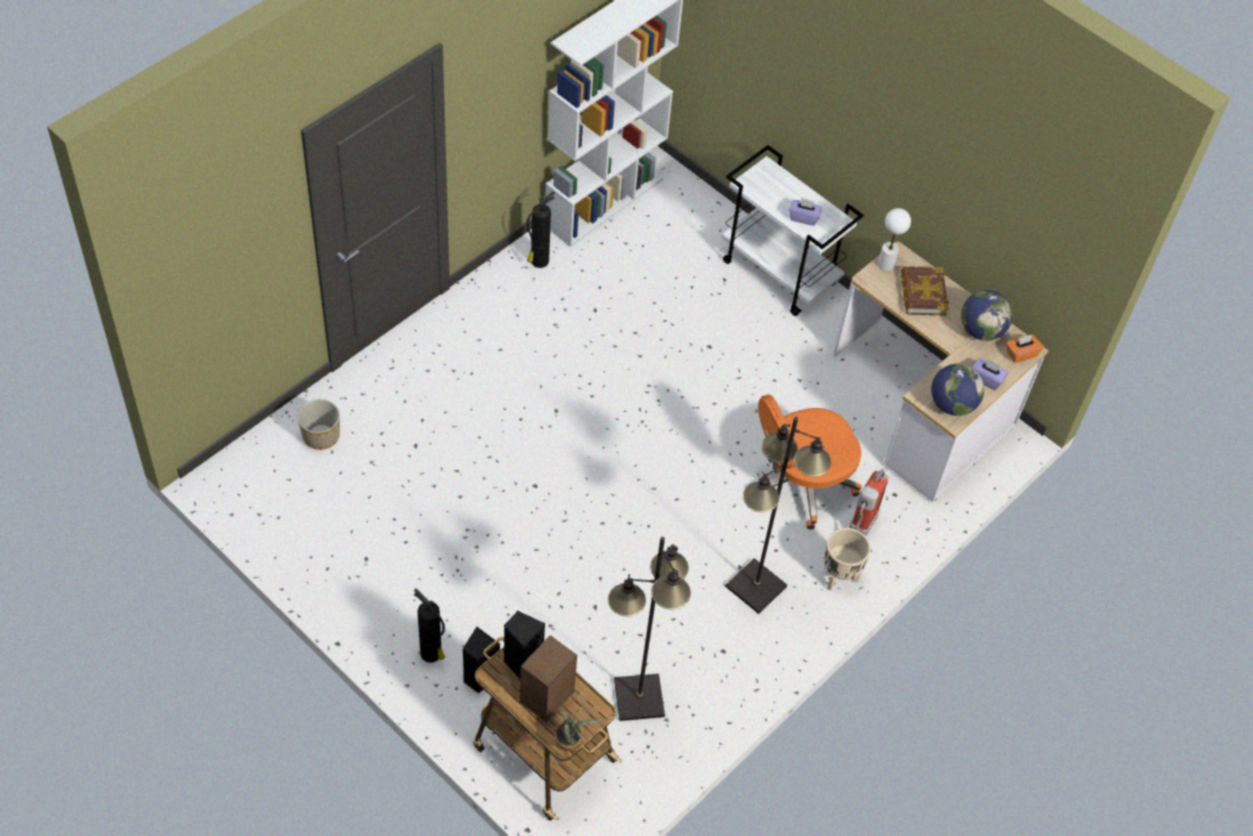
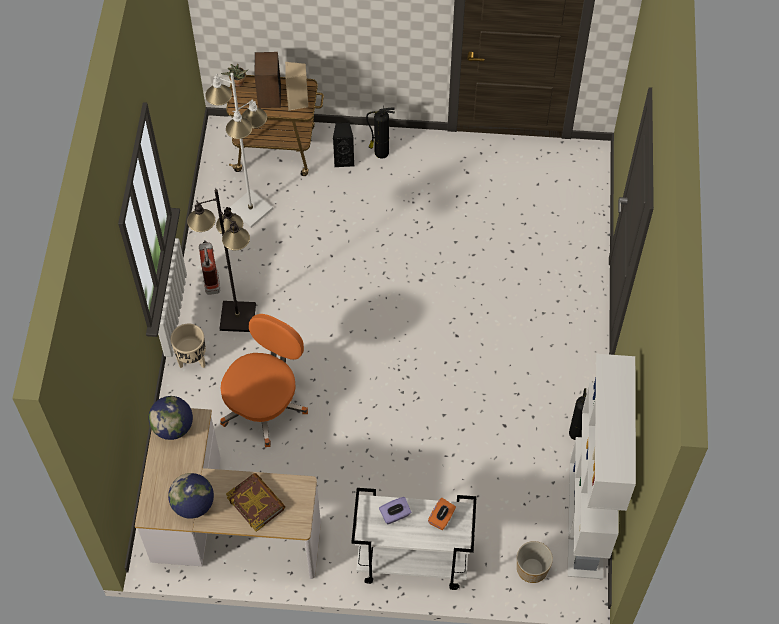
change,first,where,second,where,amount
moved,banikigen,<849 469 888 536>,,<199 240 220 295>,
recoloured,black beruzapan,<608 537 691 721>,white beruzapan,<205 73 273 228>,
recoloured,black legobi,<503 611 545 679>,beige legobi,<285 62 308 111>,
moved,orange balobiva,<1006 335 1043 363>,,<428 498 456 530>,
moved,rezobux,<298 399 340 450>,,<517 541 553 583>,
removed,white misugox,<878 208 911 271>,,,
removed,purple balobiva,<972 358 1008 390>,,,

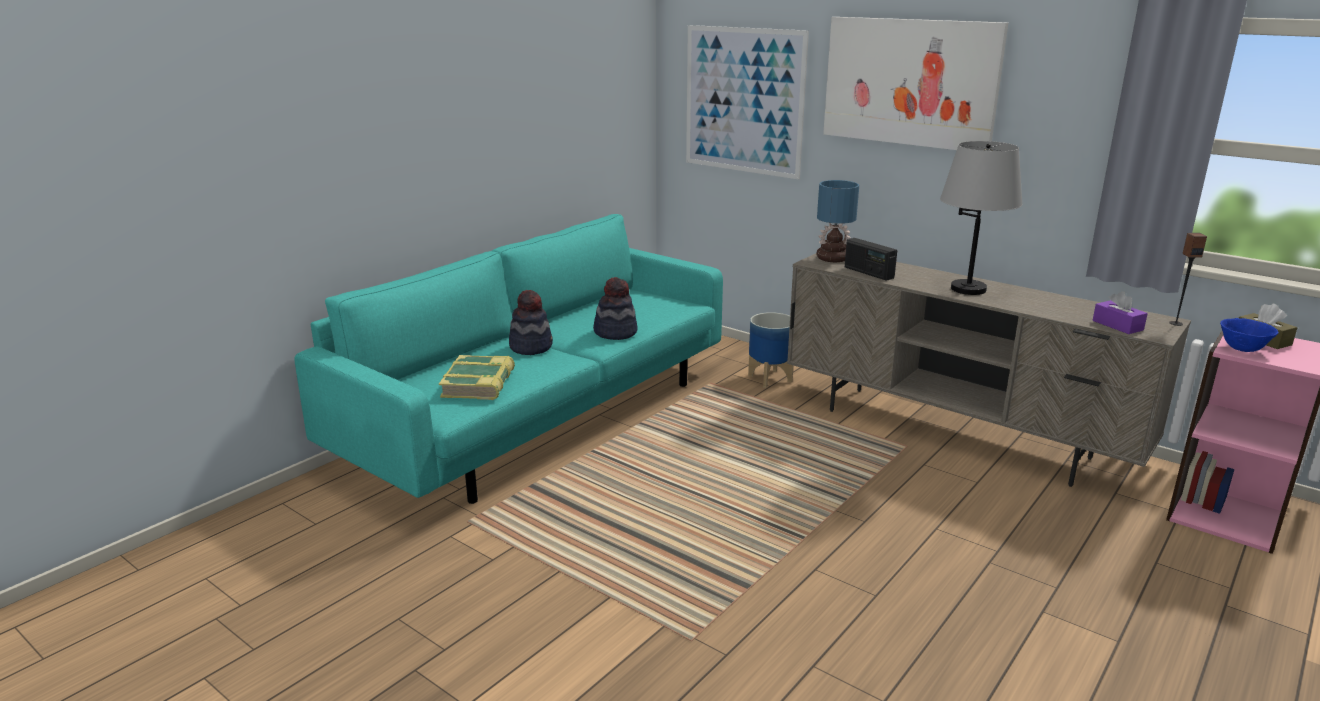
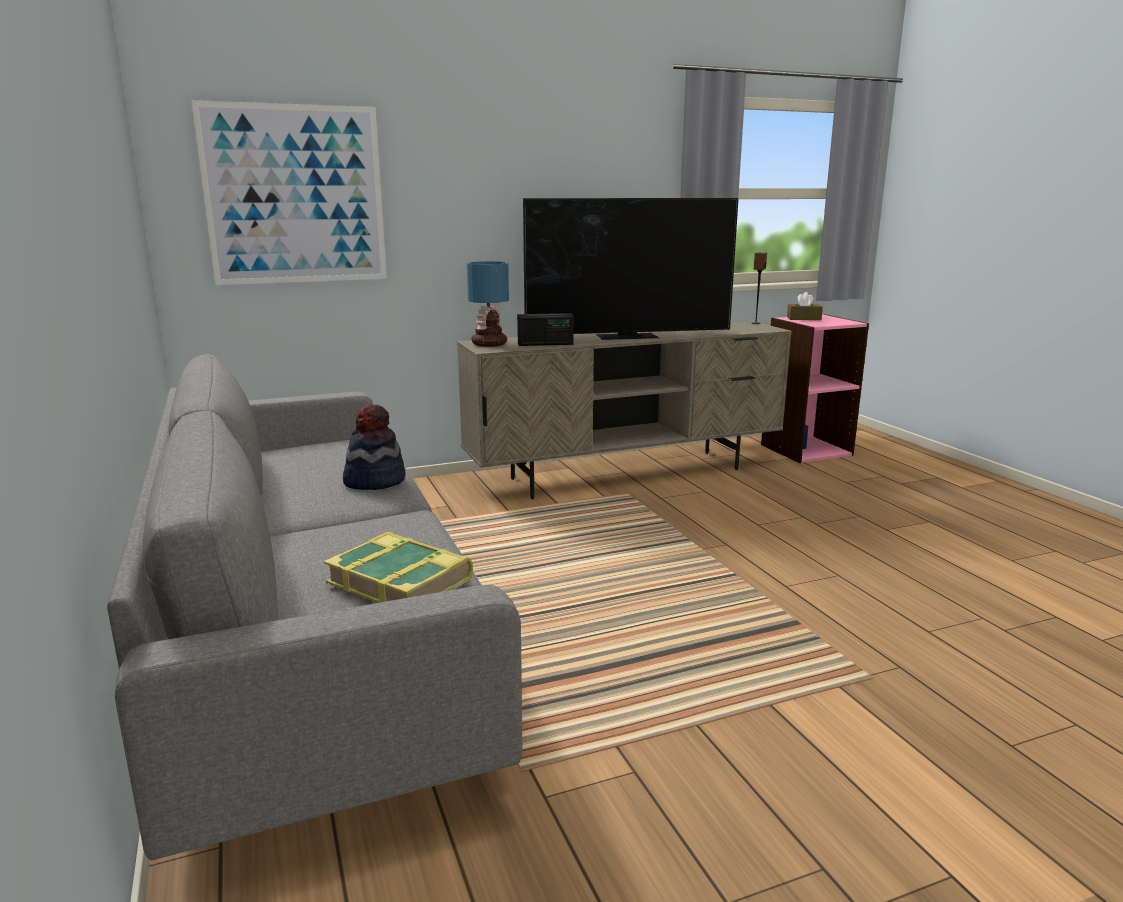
change,first,where,second,where,amount
recoloured,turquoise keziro,<295 214 723 504>,grey keziro,<107 354 522 860>,
replaced,grey misugox,<940 141 1022 295>,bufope,<523 198 739 340>,
removed,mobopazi,<509 290 553 355>,,,
removed,rezobux,<748 312 793 388>,,,
removed,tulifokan,<823 17 1008 150>,,,
removed,purple balobiva,<1093 291 1148 334>,,,
removed,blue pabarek,<1220 318 1279 352>,,,

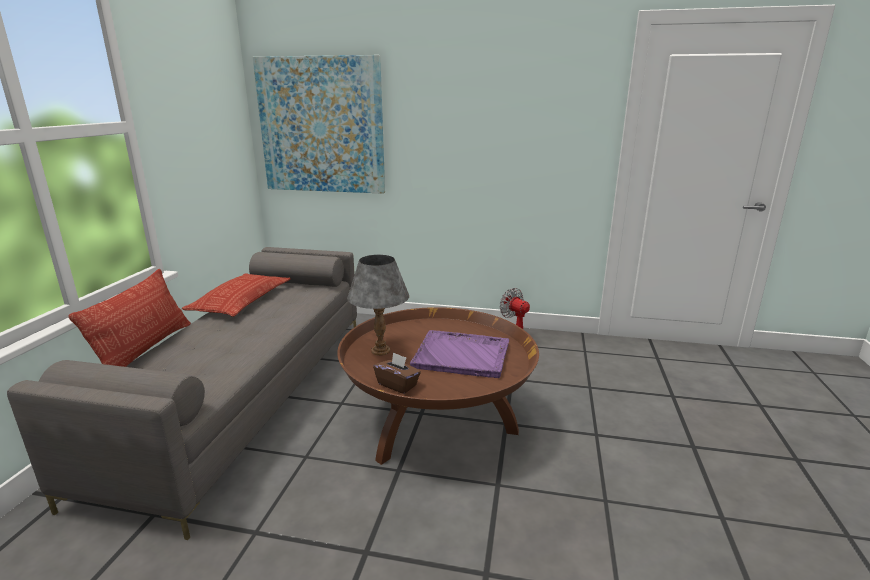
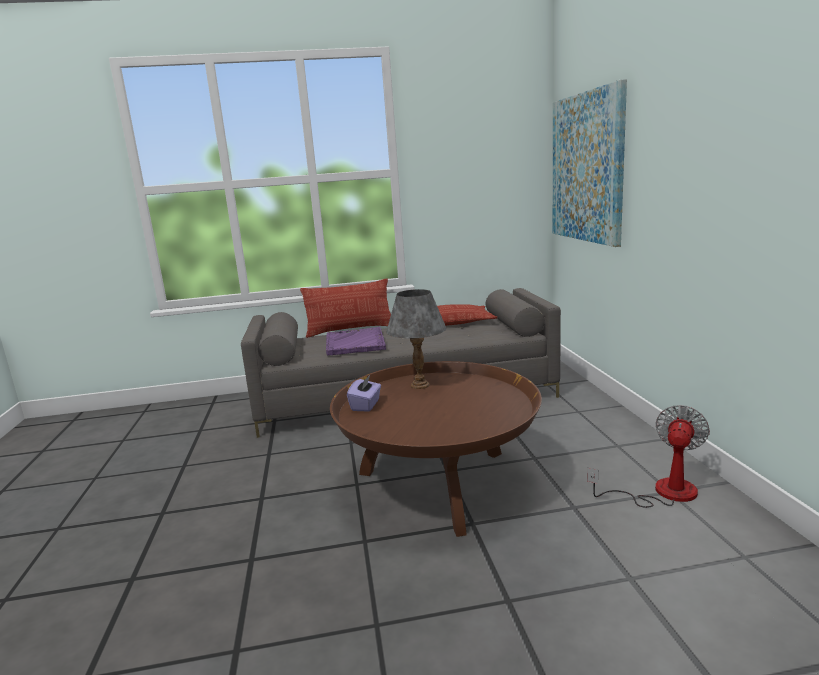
change,first,where,second,where,amount
moved,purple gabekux,<410 330 509 378>,,<326 327 386 356>,
recoloured,brown balobiva,<373 352 421 394>,purple balobiva,<347 375 381 412>,

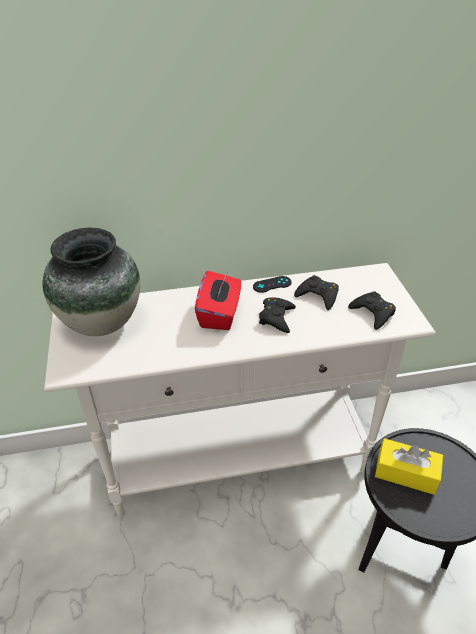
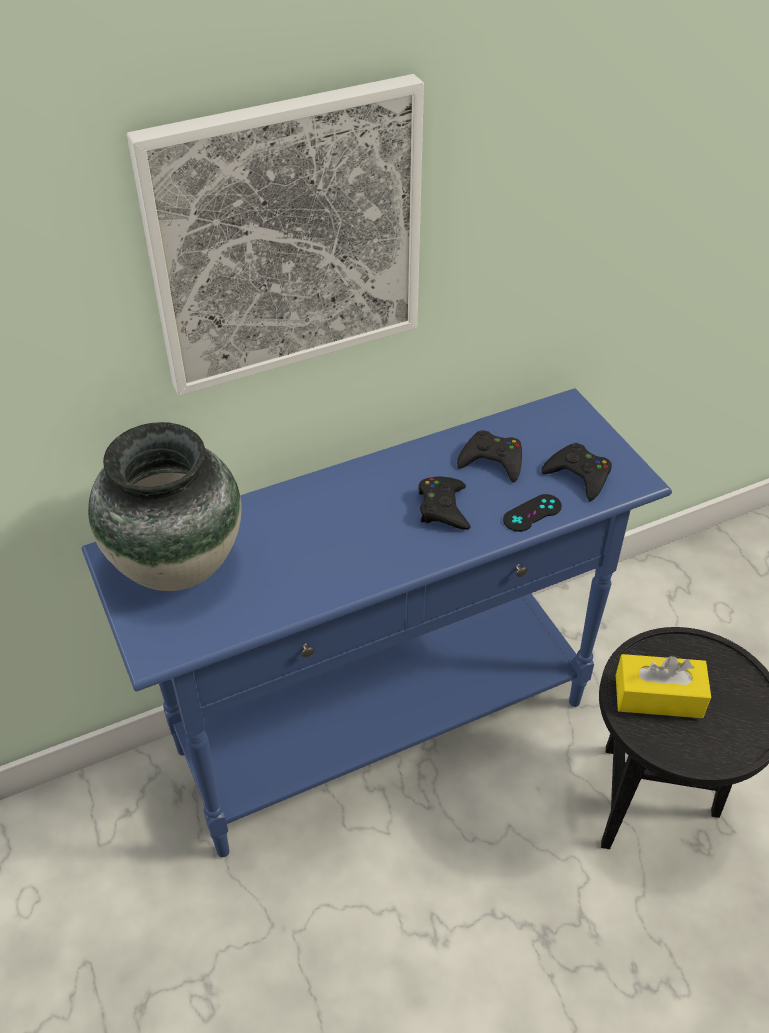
change,first,where,second,where,amount
recoloured,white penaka,<44 263 436 517>,blue penaka,<82 388 672 857>,
added,,,tulifokan,<127 74 424 396>,
moved,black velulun,<253 276 292 293>,,<503 494 562 532>,
removed,red balobiva,<195 271 241 330>,,,

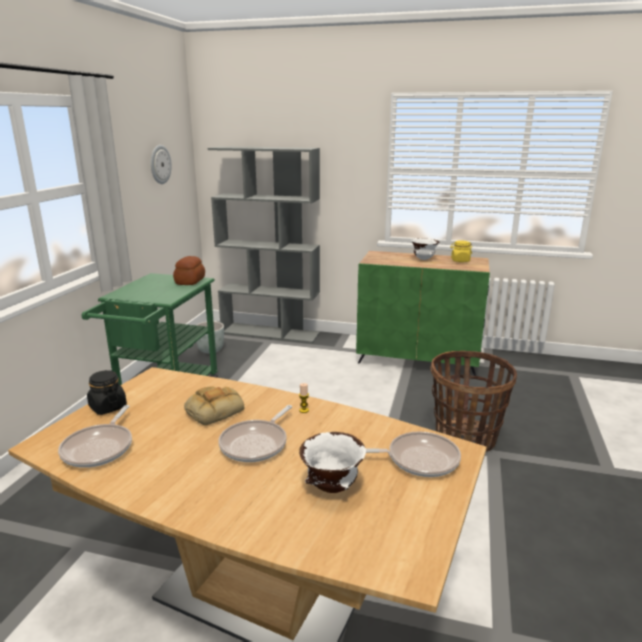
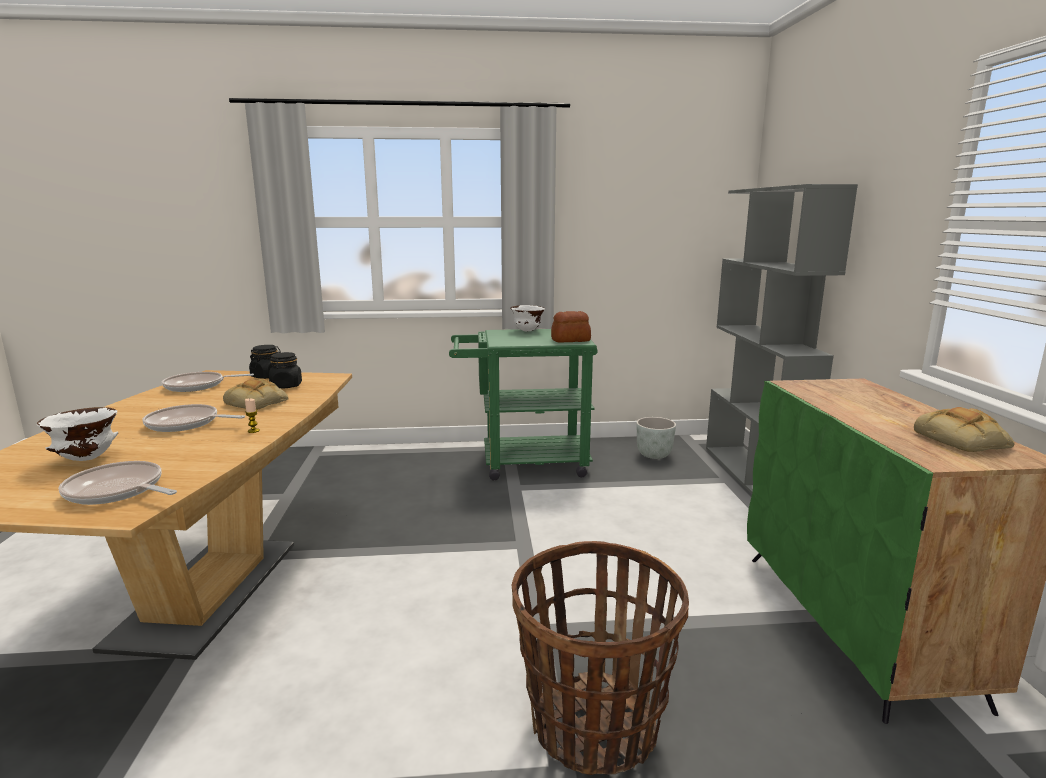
change,first,where,second,where,amount
turned,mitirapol,<366 431 461 477>,,<59 461 177 505>,135 degrees clockwise
added,,,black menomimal,<269 352 302 388>,
moved,white pabarek,<411 238 439 260>,,<510 305 545 332>,
replaced,yellow menomimal,<450 241 472 262>,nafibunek,<914 407 1015 452>,
removed,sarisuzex,<151 145 172 184>,,,

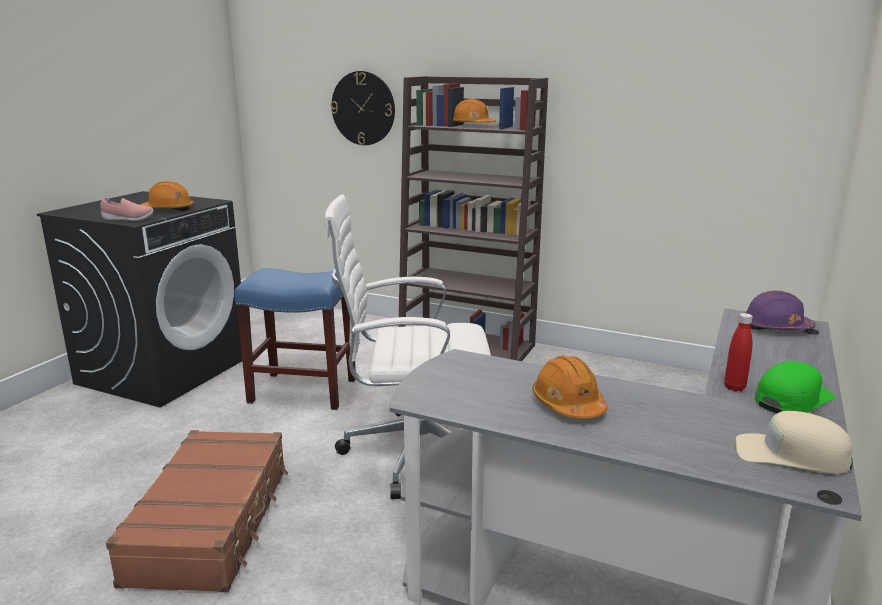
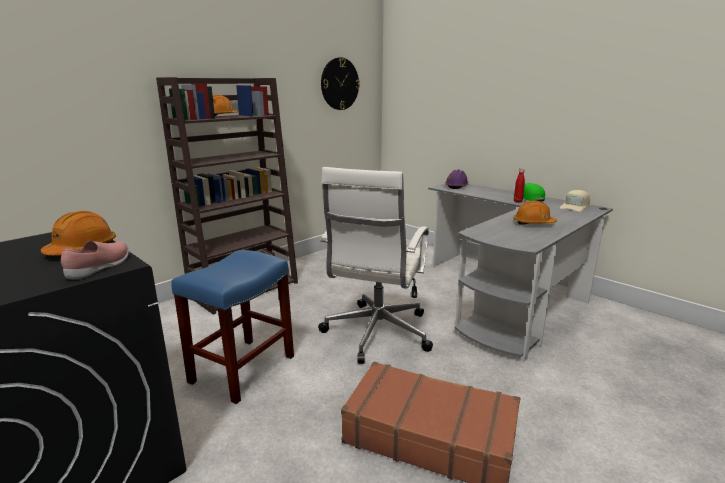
change,first,where,second,where,amount
moved,sarisuzex,<331 71 395 145>,,<321 57 360 110>,

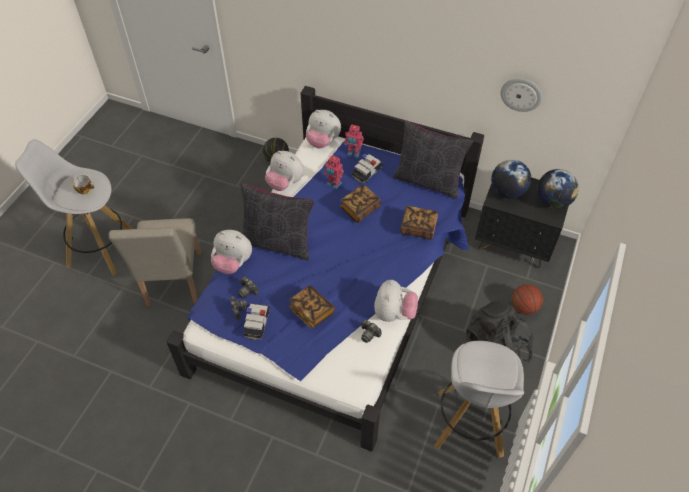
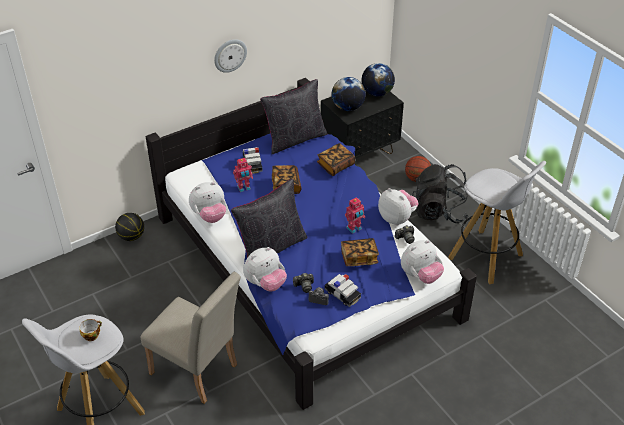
change,first,where,second,where,amount
moved,sarisuzex,<500 78 542 112>,,<214 39 247 73>,
moved,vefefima,<344 125 364 158>,,<345 197 365 234>,
moved,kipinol,<306 110 341 148>,,<401 240 444 284>,

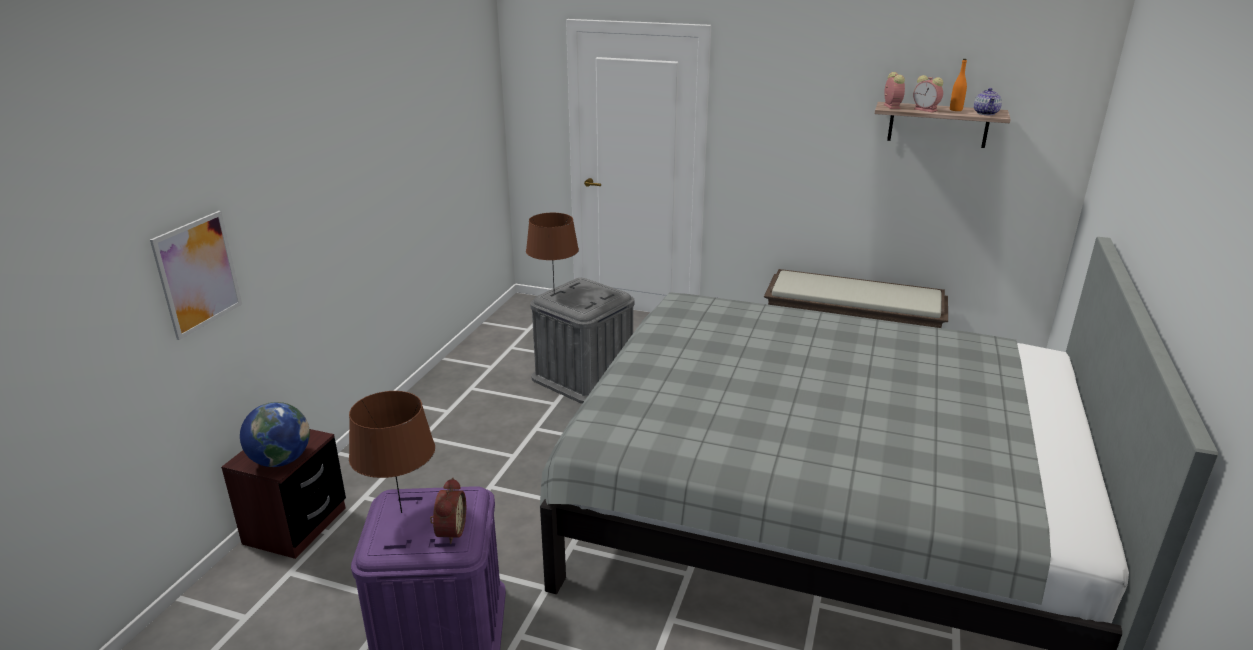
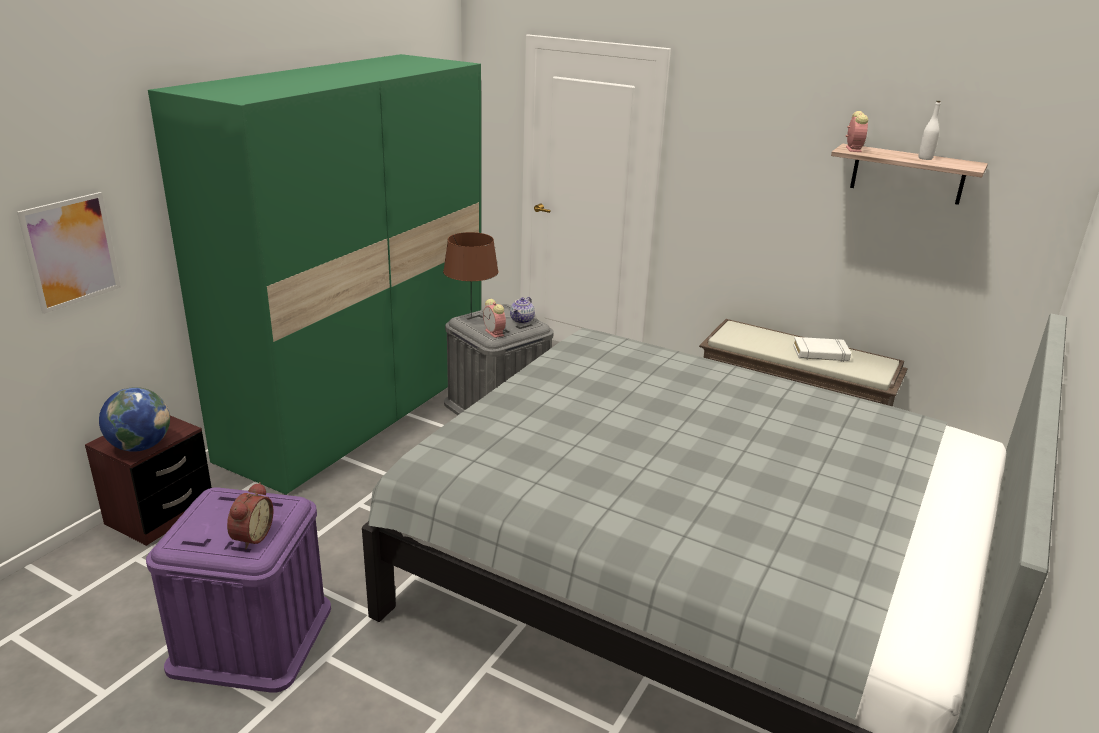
change,first,where,second,where,amount
added,,,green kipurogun,<148 54 481 495>,
moved,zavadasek,<913 75 943 113>,,<483 299 506 338>,
moved,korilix,<974 88 1002 115>,,<510 297 535 324>,
added,,,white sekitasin,<793 337 851 362>,
recoloured,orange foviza,<950 59 967 111>,white foviza,<918 101 941 160>,
removed,brown misugox,<349 391 435 513>,,,

